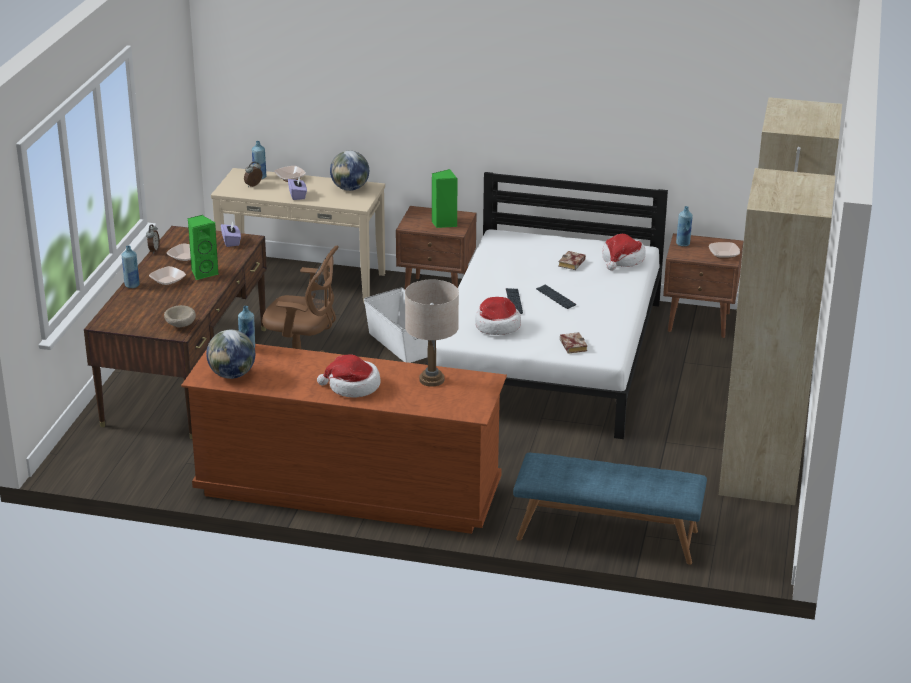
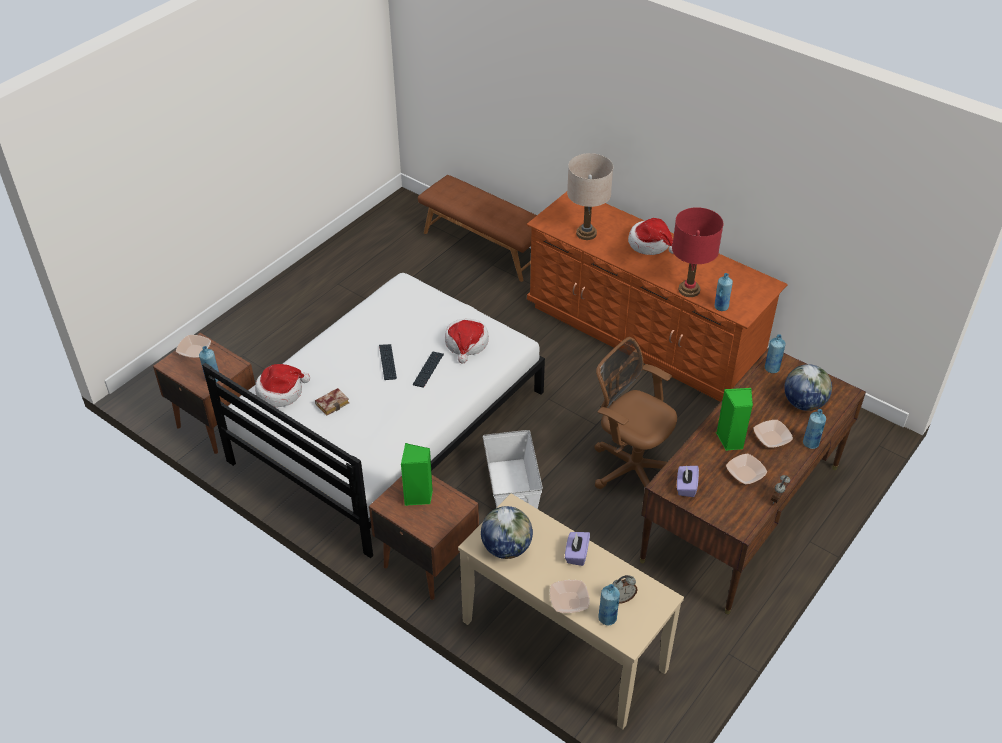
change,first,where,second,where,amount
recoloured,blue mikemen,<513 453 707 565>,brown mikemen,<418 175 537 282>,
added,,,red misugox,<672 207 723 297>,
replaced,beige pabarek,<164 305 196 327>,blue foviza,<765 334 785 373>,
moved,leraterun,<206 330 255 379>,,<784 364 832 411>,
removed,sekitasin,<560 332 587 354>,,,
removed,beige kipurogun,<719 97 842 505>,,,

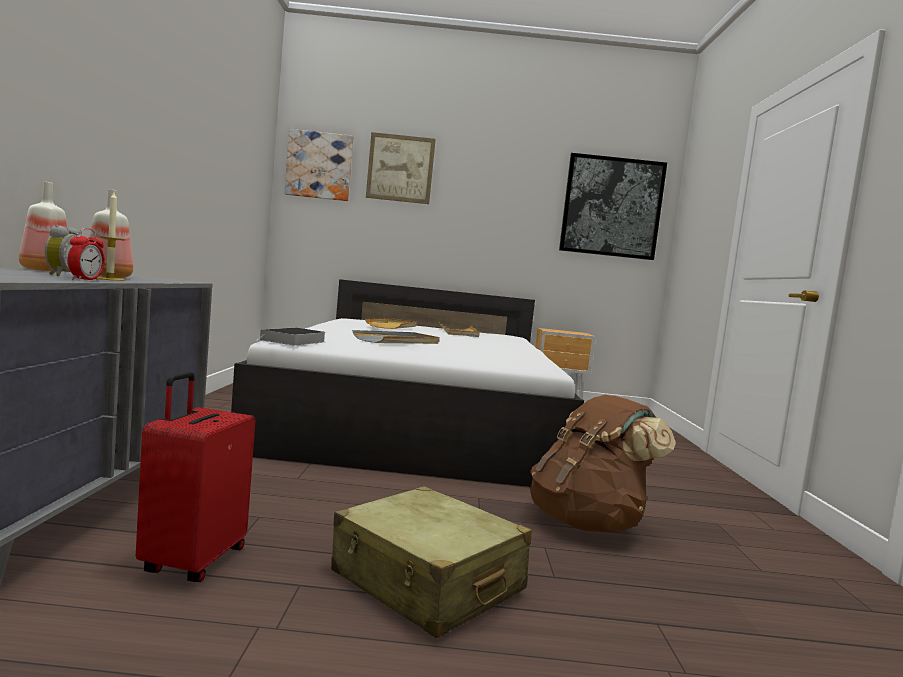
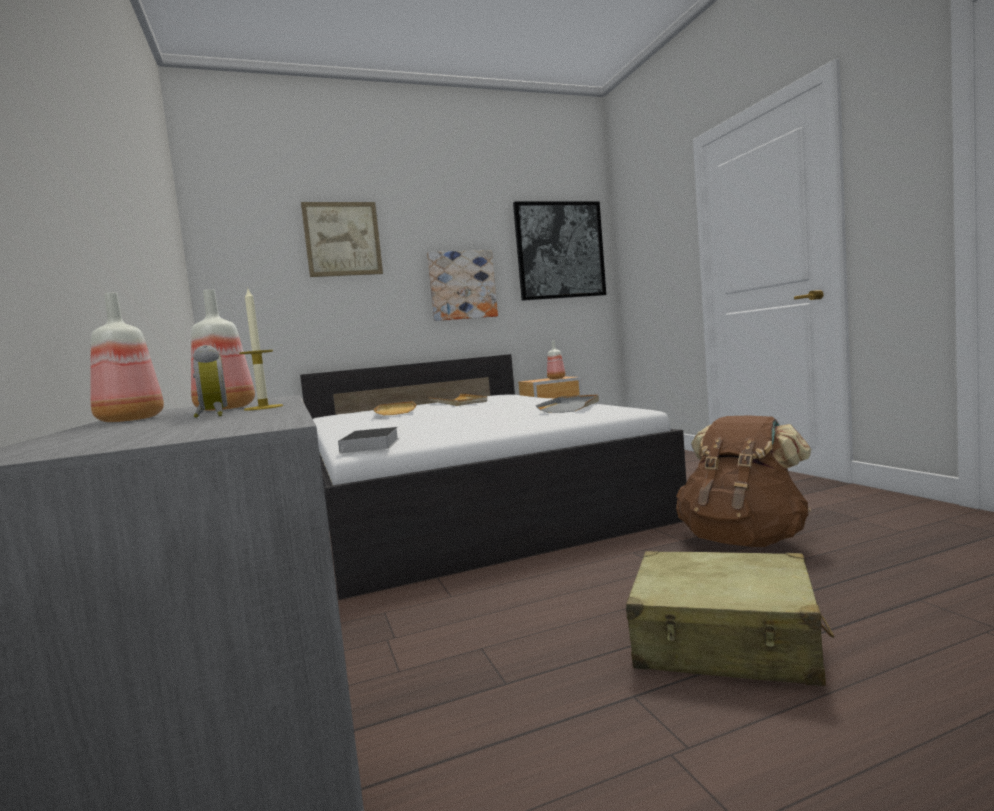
change,first,where,second,where,amount
moved,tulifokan,<284 129 354 201>,,<427 250 498 321>,
moved,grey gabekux,<352 330 440 344>,,<536 394 599 413>,
added,,,foviza,<547 340 566 379>,
removed,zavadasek,<68 228 105 281>,,,
removed,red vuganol,<136 372 255 582>,,,

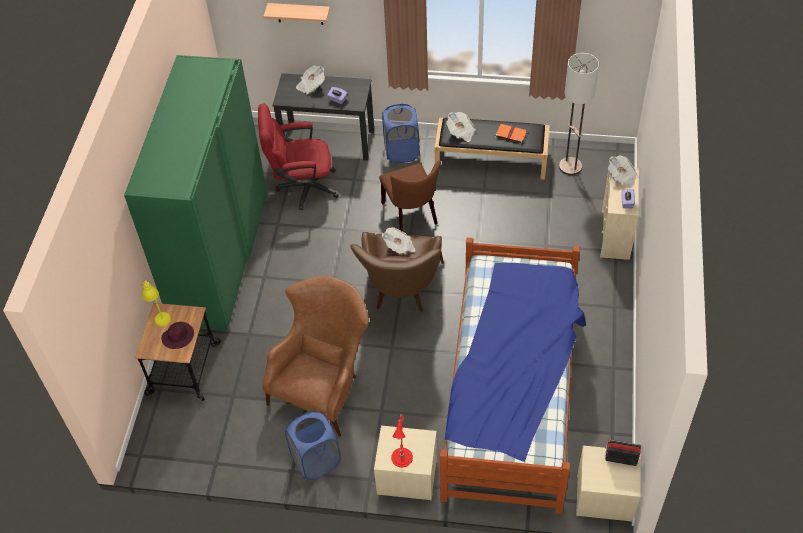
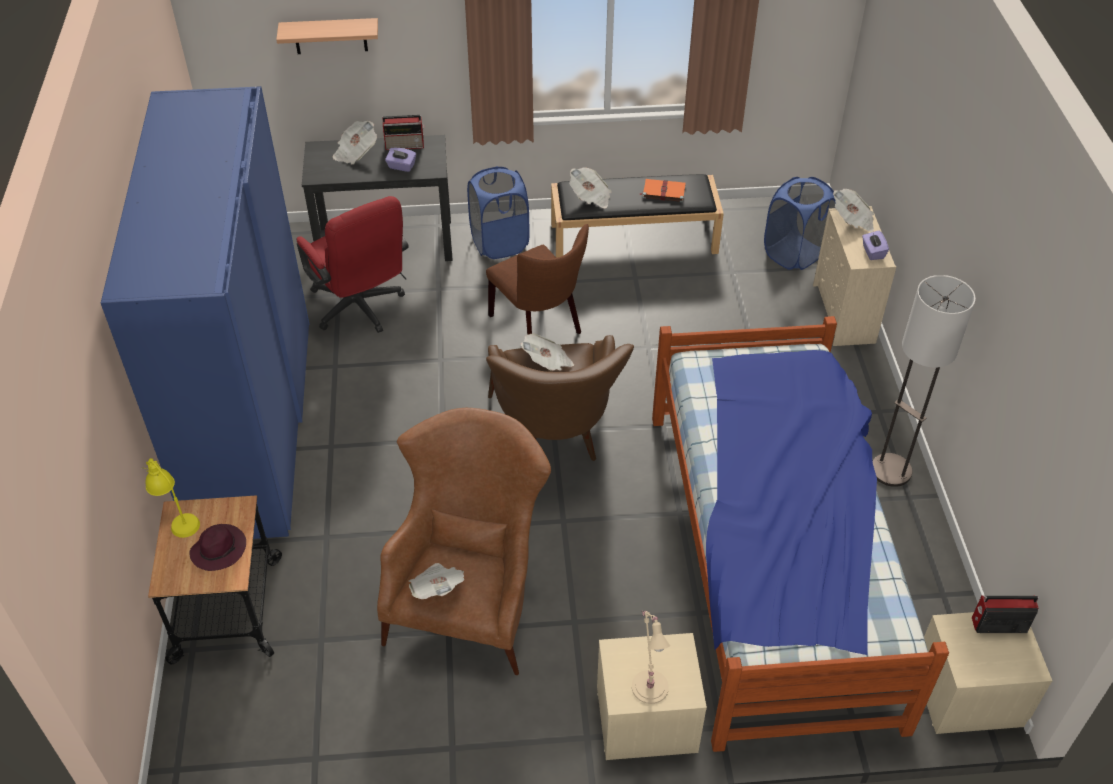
change,first,where,second,where,amount
recoloured,green kipurogun,<124 55 268 330>,blue kipurogun,<101 86 310 539>,
turned,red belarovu,<258 104 339 210>,,<297 196 409 333>,105 degrees counterclockwise
added,,,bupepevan,<382 115 424 150>,
added,,,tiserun,<409 563 464 599>,
recoloured,red misugox,<391 414 413 468>,beige misugox,<632 611 670 704>,
moved,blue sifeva,<285 411 341 480>,,<764 177 835 270>,
moved,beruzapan,<559 53 599 175>,,<873 275 976 487>,

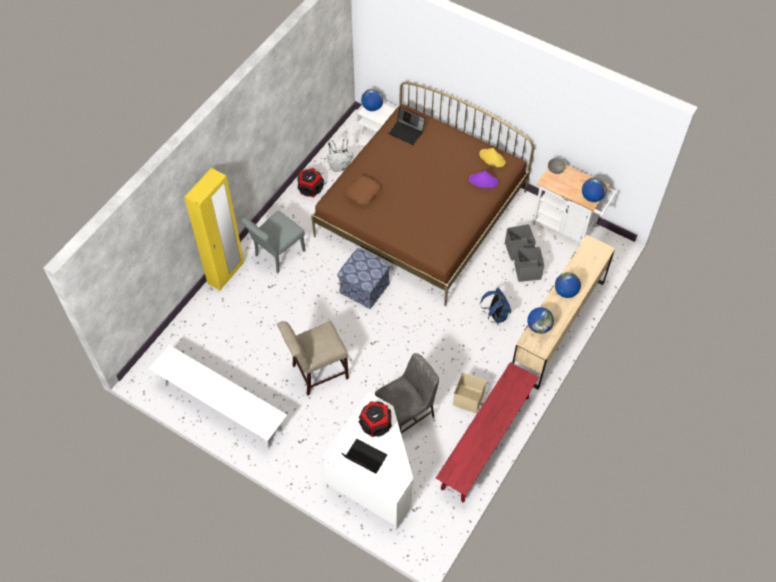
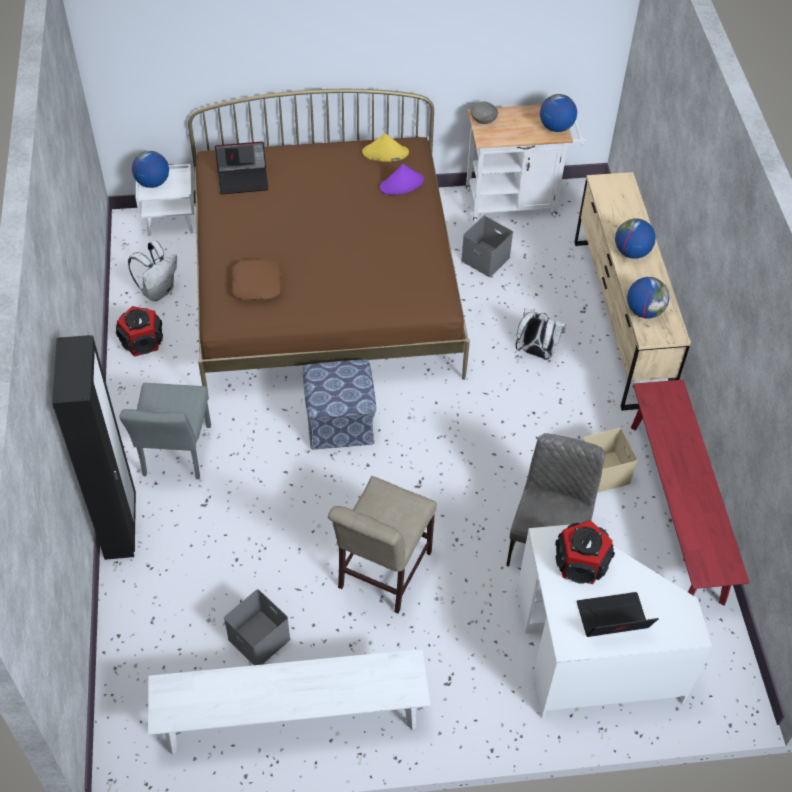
change,first,where,second,where,amount
recoloured,yellow kipurogun,<184 168 244 291>,black kipurogun,<52 335 136 560>,
moved,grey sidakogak,<514 247 544 282>,,<224 589 290 665>,
recoloured,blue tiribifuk,<480 288 511 324>,white tiribifuk,<516 308 566 360>,

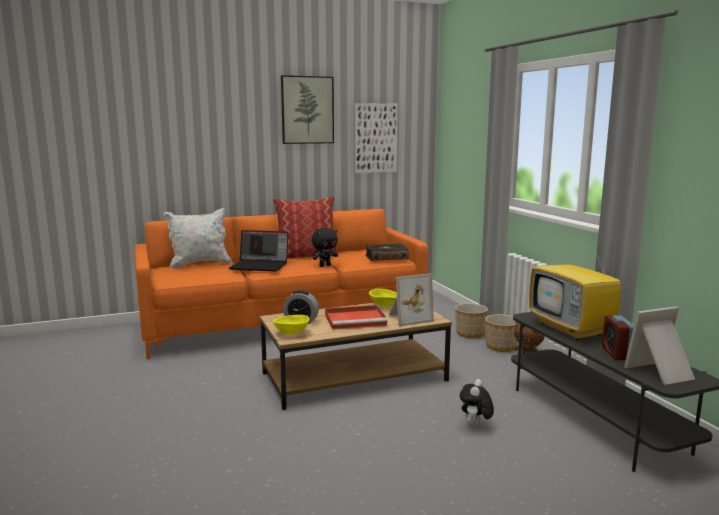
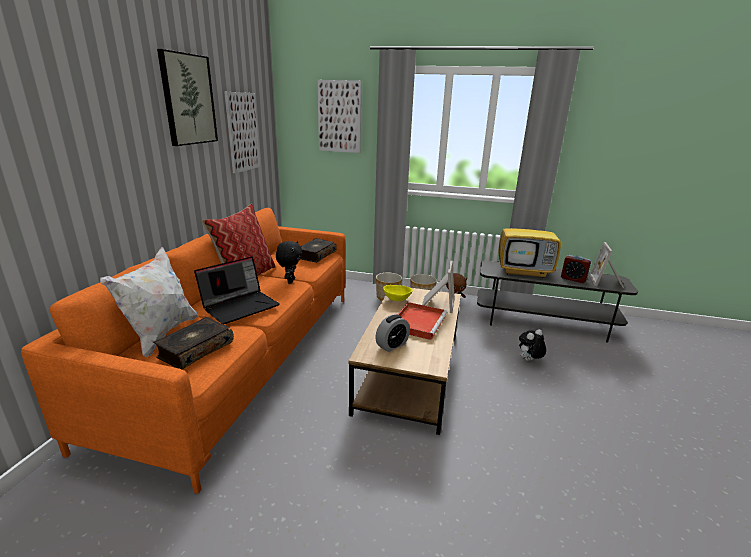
change,first,where,second,where,amount
added,,,sekitasin,<153 317 234 369>,
added,,,tulifokan,<317 80 361 153>,
turned,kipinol,<460 379 494 427>,,<519 329 546 361>,90 degrees clockwise
removed,yellow pabarek,<273 315 309 334>,,,

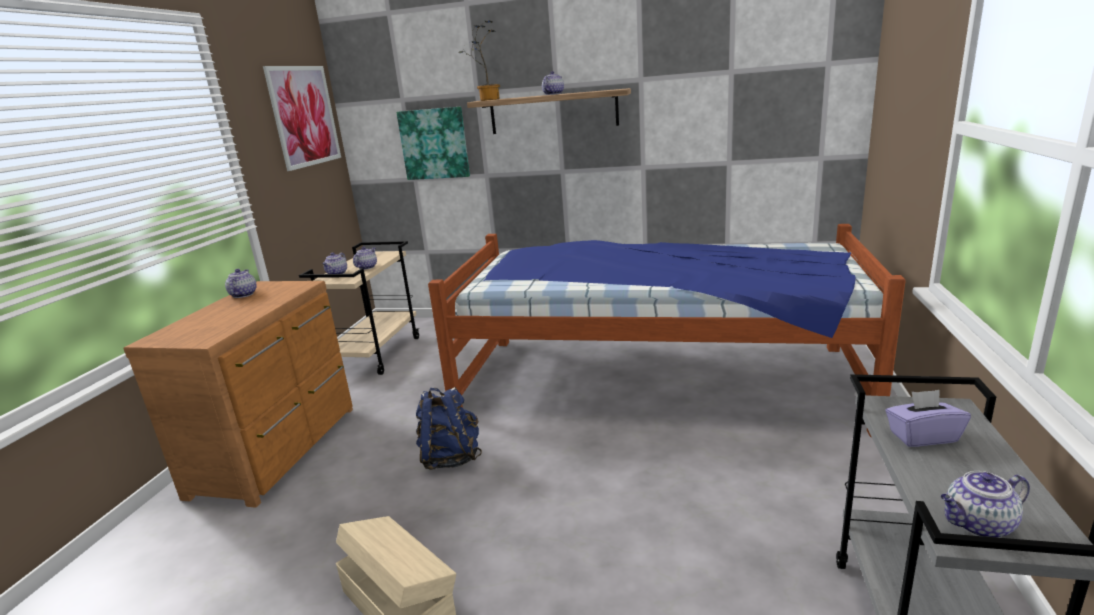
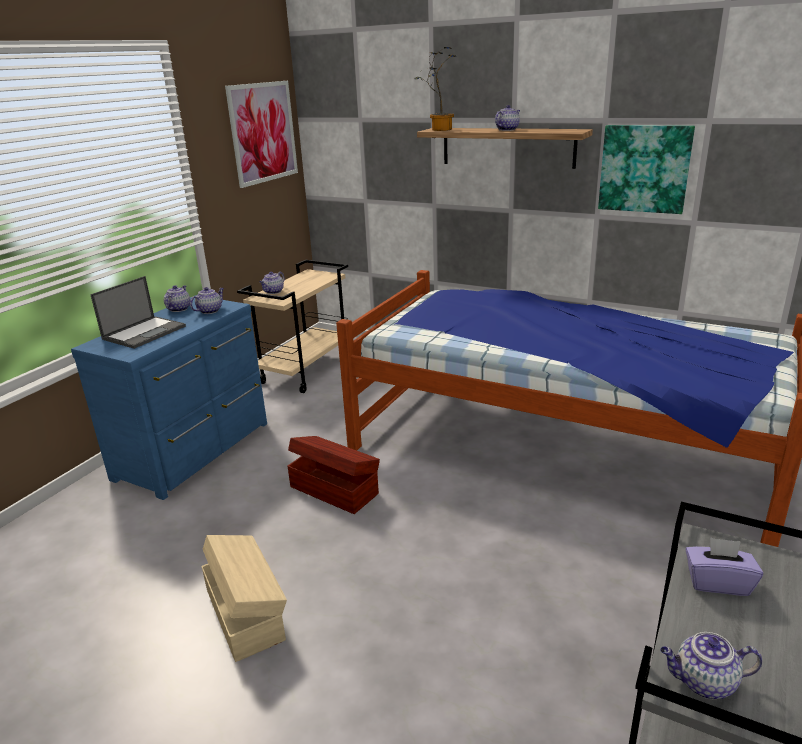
change,first,where,second,where,amount
recoloured,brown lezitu,<123 281 353 508>,blue lezitu,<71 295 267 500>,
added,,,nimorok,<90 276 186 349>,
moved,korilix,<353 247 377 270>,,<190 287 224 314>,
replaced,blue tiribifuk,<416 387 482 470>,brown sidakogak,<288 436 380 514>,
moved,tulifokan,<396 107 470 180>,,<598 125 695 214>,

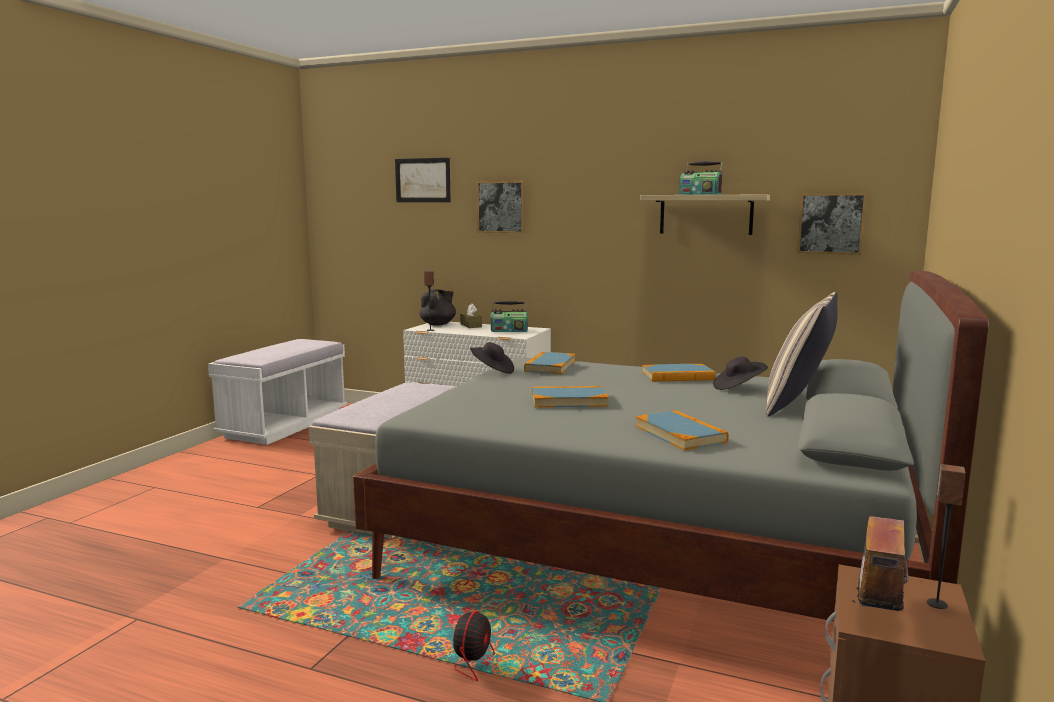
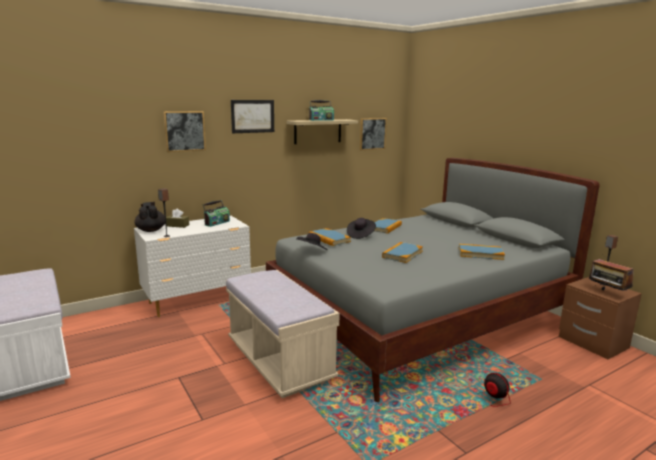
change,first,where,second,where,amount
moved,tulifokan,<395 158 451 202>,,<231 100 274 133>,
moved,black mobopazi,<713 357 768 390>,,<347 218 376 239>,
removed,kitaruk,<766 292 837 416>,,,

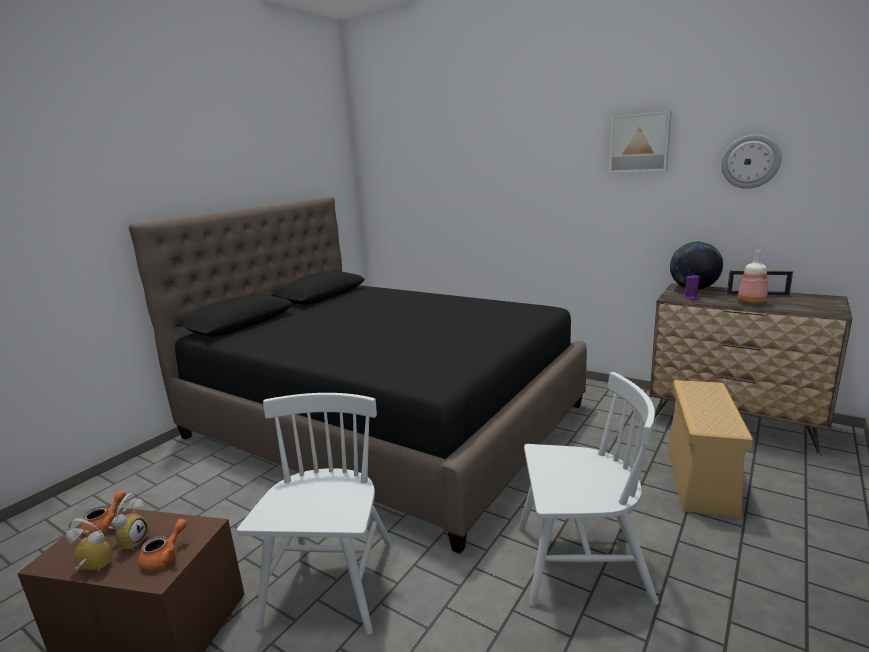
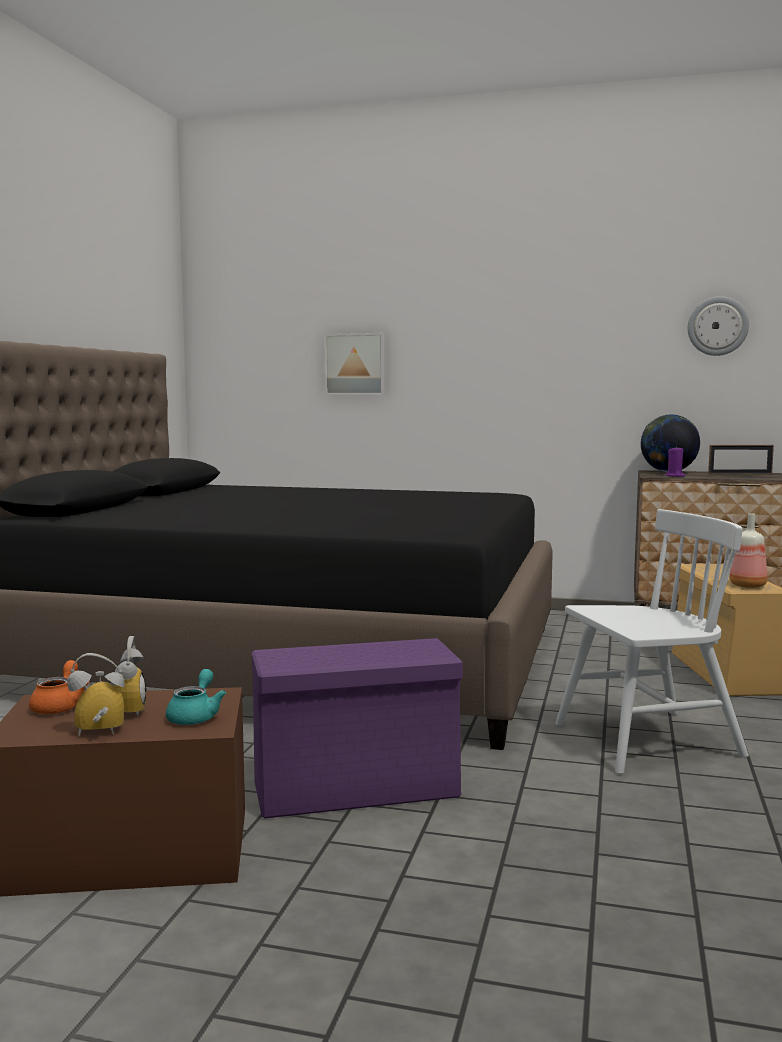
change,first,where,second,where,amount
recoloured,orange korilix,<138 519 187 572>,turquoise korilix,<166 669 226 725>,
replaced,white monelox,<237 393 392 635>,purple sidakogak,<252 638 463 819>,
moved,tulifokan,<609 111 672 173>,,<324 333 385 395>,
moved,foviza,<738 250 768 305>,,<729 513 768 588>,

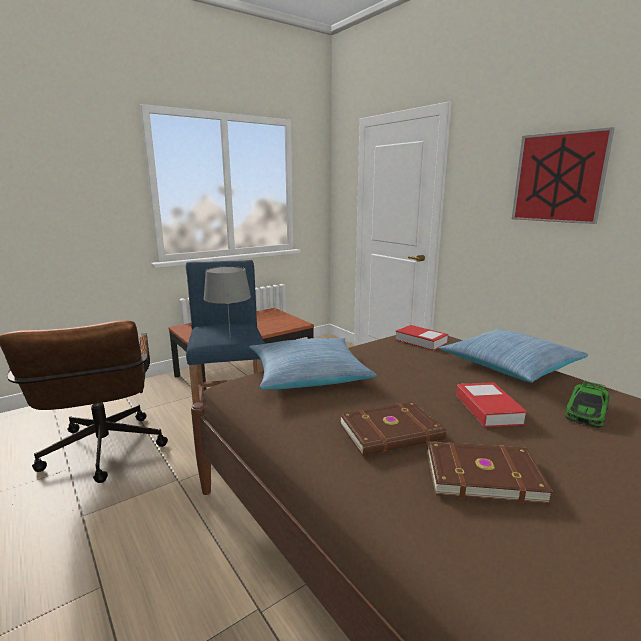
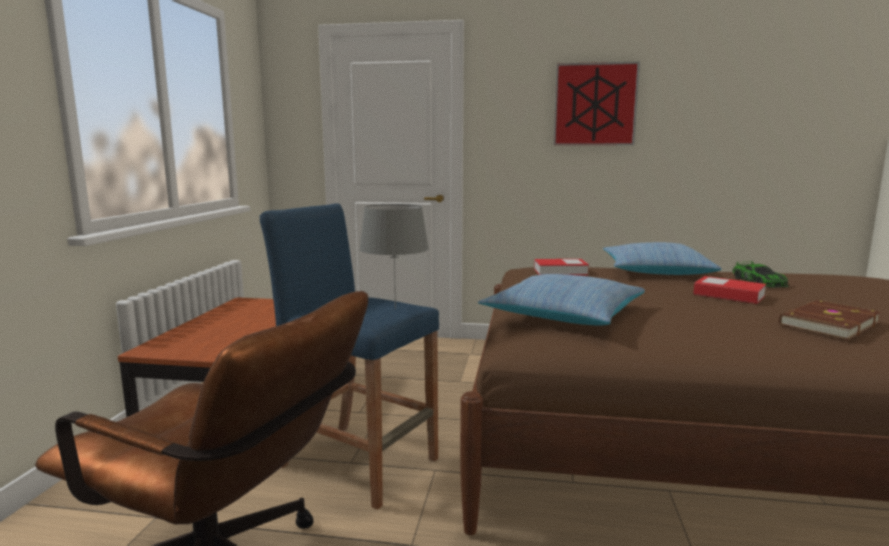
change,first,where,second,where,amount
removed,brown sekitasin,<340 401 447 456>,,,

